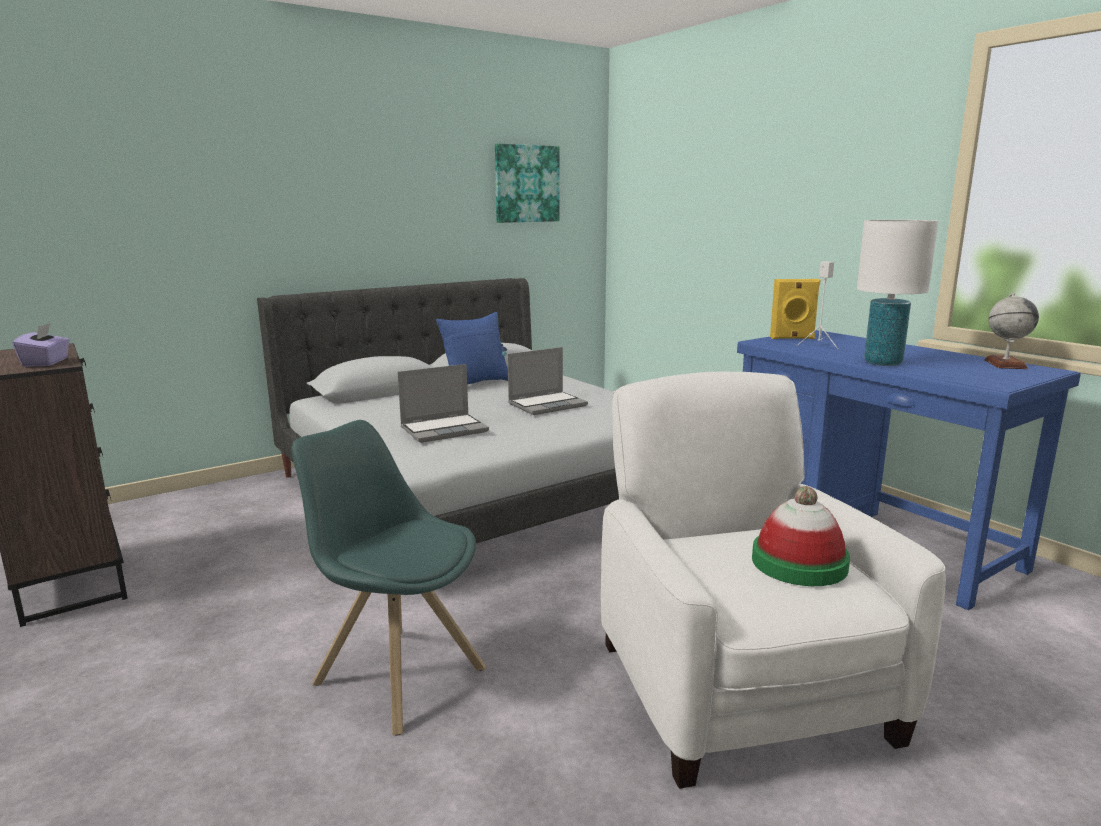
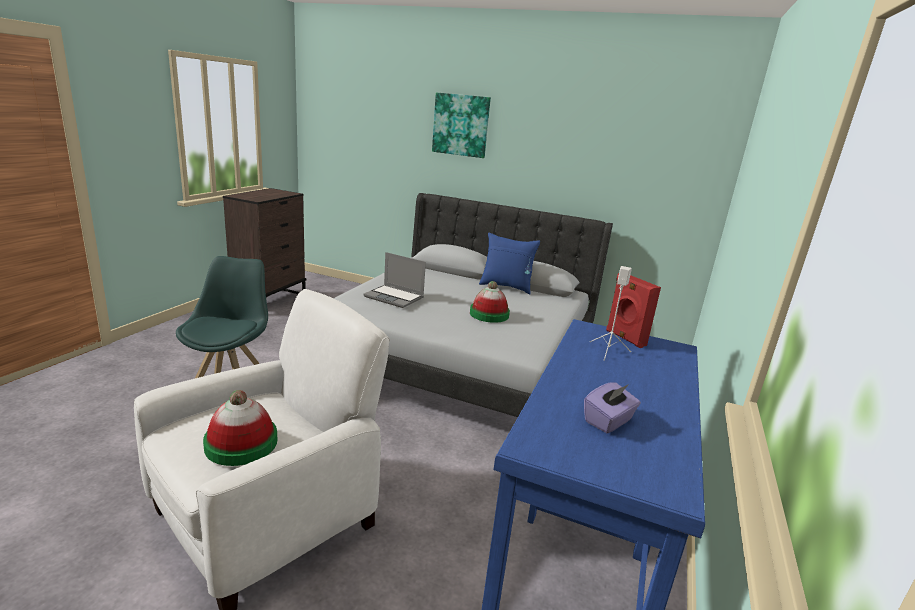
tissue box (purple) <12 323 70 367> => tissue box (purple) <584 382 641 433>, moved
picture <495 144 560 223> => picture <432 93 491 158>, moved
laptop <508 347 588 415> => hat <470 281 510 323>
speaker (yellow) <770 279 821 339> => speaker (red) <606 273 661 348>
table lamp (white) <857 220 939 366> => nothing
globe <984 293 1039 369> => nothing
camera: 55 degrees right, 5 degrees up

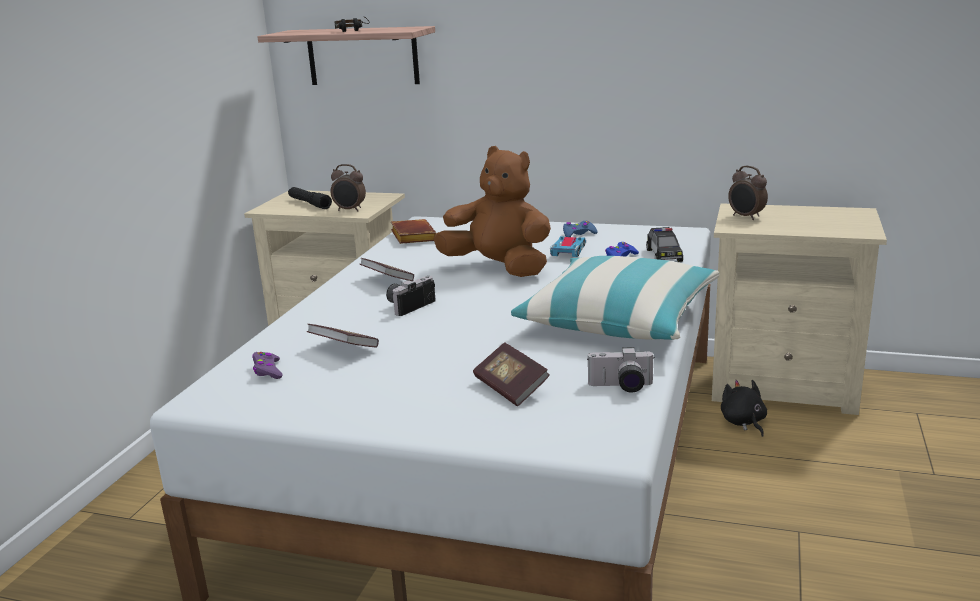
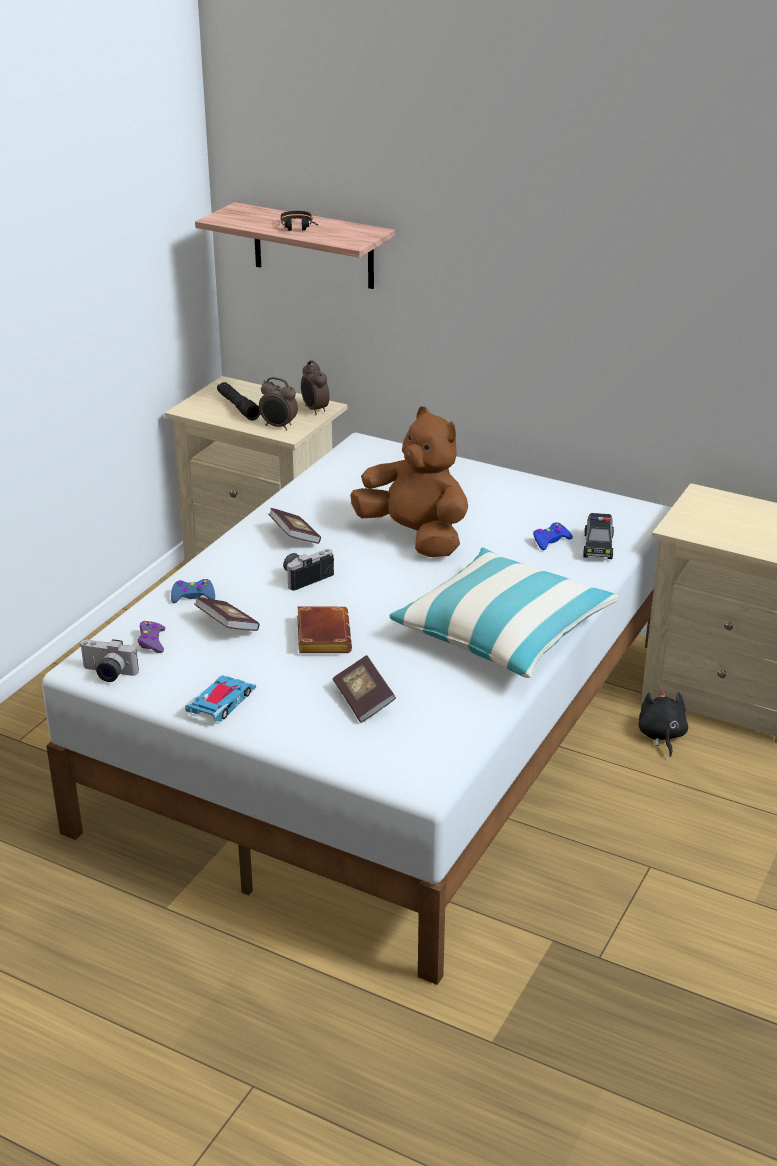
book (brown) <391 219 436 244> => book (brown) <297 606 352 653>, moved
toy car <550 236 586 257> => toy car <185 676 256 722>, moved
game controller (blue) <563 221 598 237> => game controller (blue) <171 579 215 603>, moved
photo camera <587 347 654 393> => photo camera <79 639 139 682>, moved
alarm clock <728 166 768 220> => alarm clock <301 360 329 415>, moved
camera: 10 degrees right, 10 degrees up

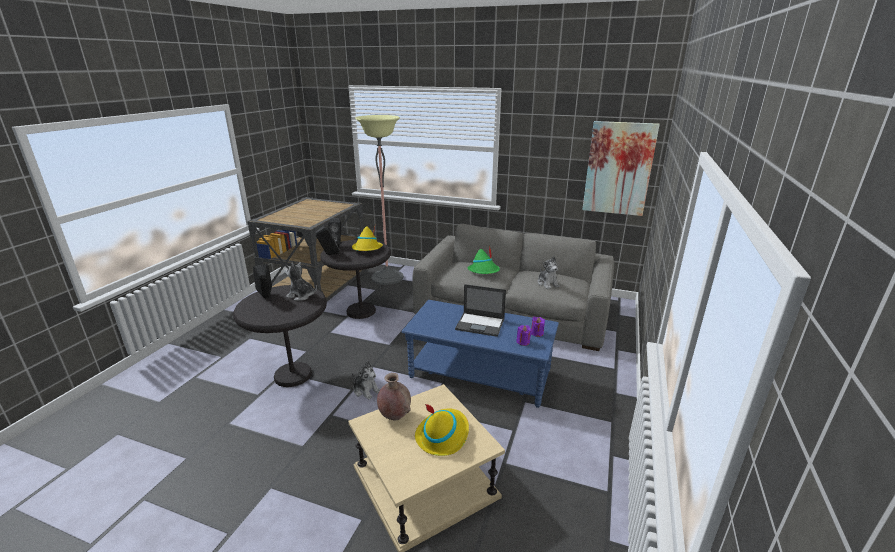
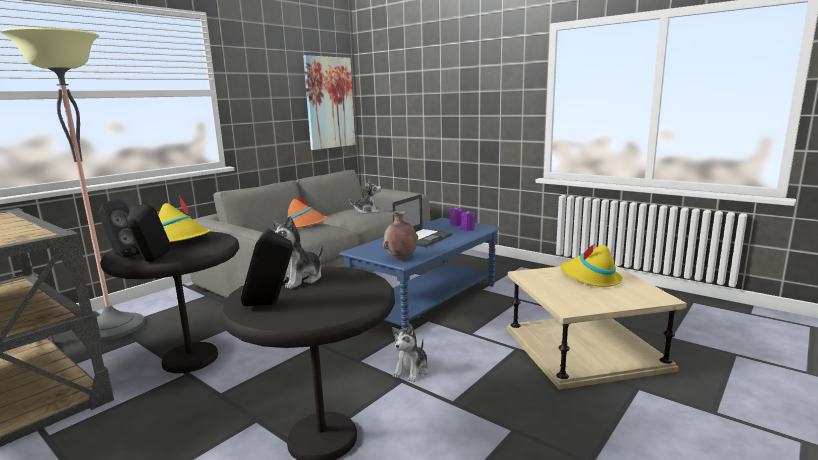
plush toy <352 361 380 400> => plush toy <392 324 429 382>, 150 degrees clockwise
vase (brown) <377 373 411 421> => vase (brown) <383 211 418 260>, moved
hat (green) <468 245 500 274> => hat (orange) <284 194 327 228>
camera: 70 degrees left, 10 degrees down

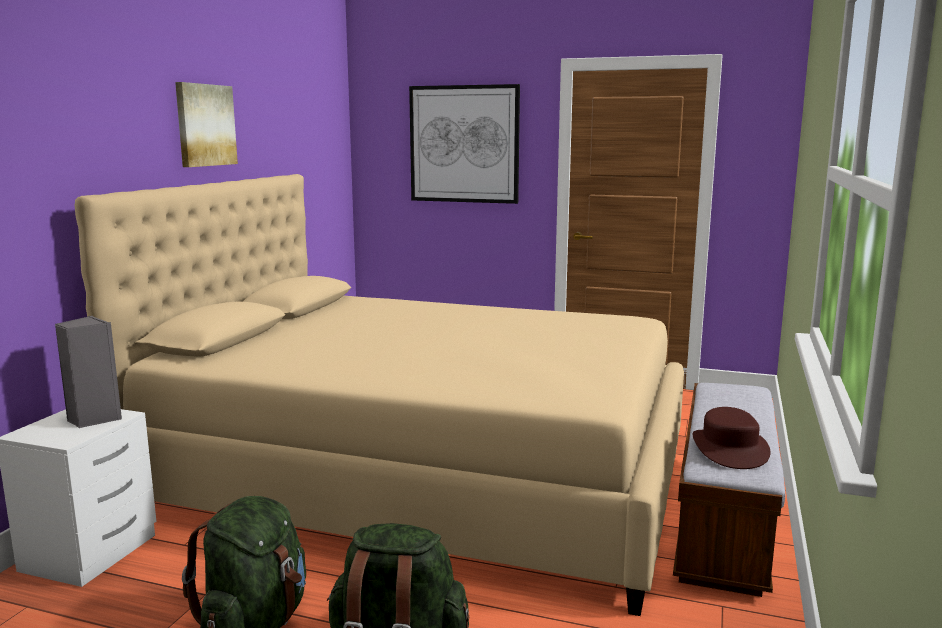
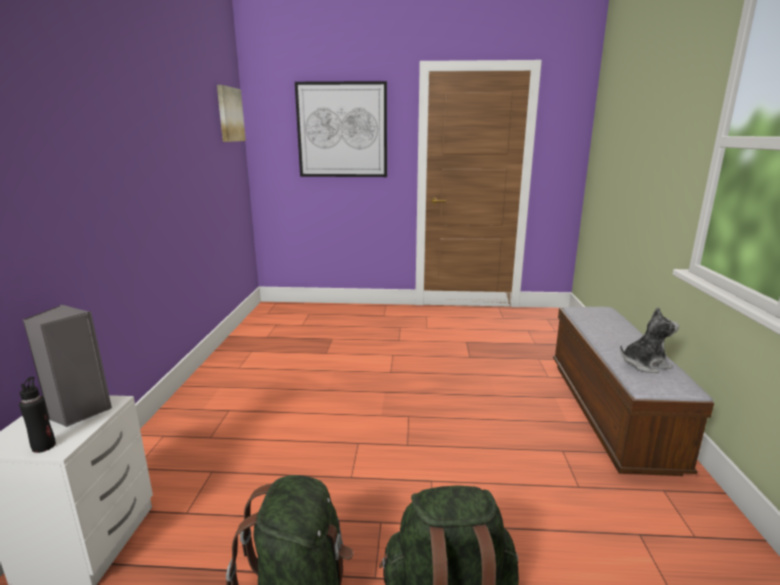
bed (beige) <75 174 684 616> => nothing
picture <175 82 238 167> => picture <217 85 246 142>, moved
hat (brown) <692 407 771 469> => plush toy <620 307 679 373>
nothing => bottle (black) <19 377 56 453>
camera: 15 degrees left, 5 degrees up

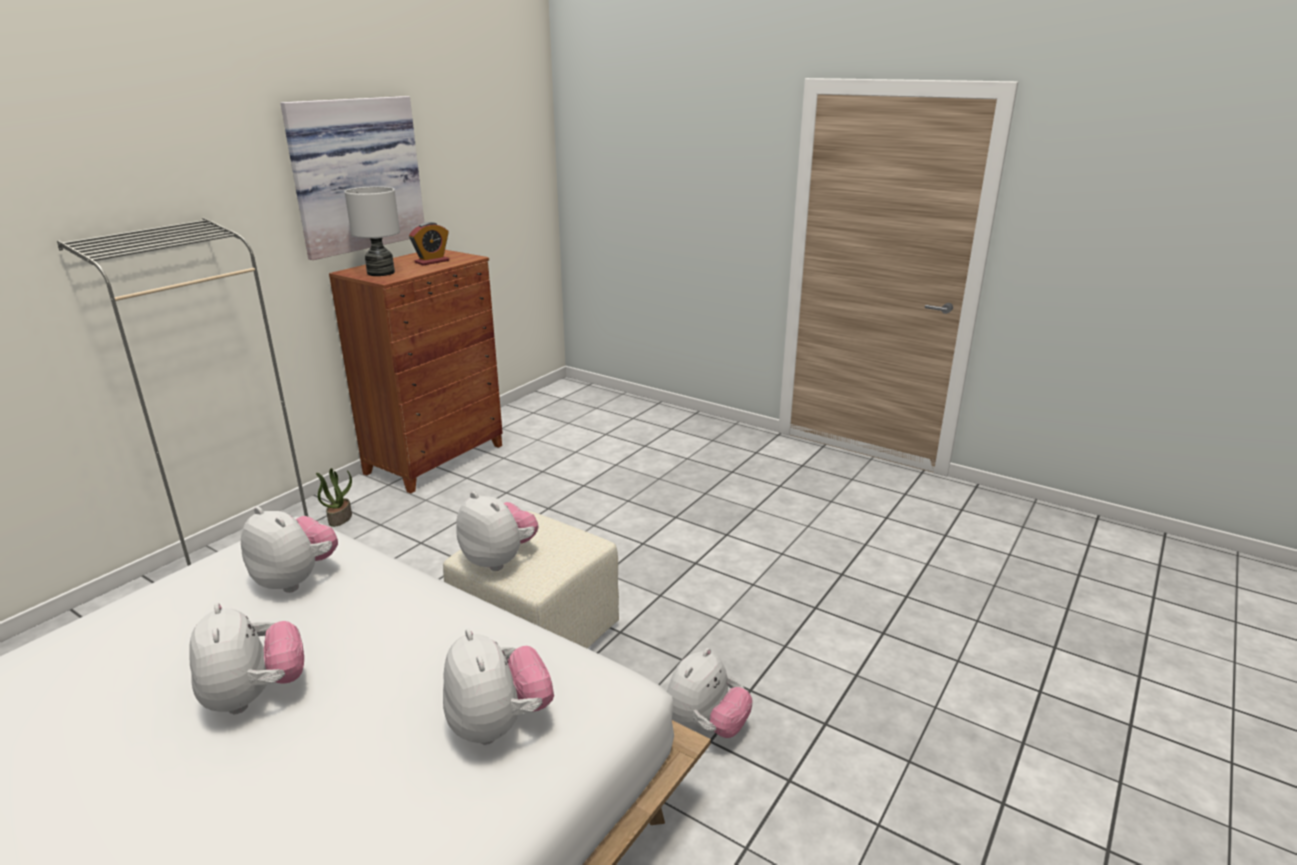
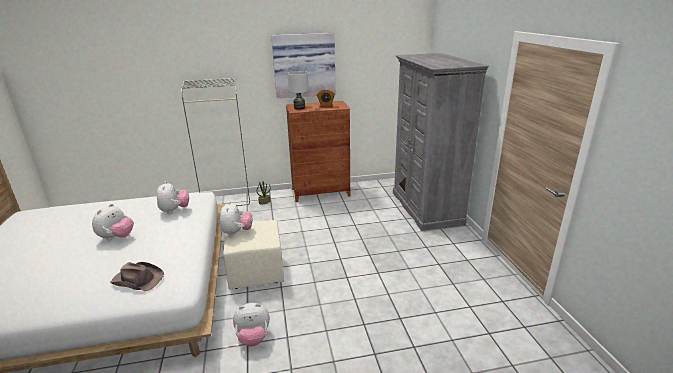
plush toy <443 629 554 745> => hat (brown) <110 262 164 291>
nothing => wardrobe (grey) <393 53 489 231>
camera: 45 degrees right, 0 degrees up

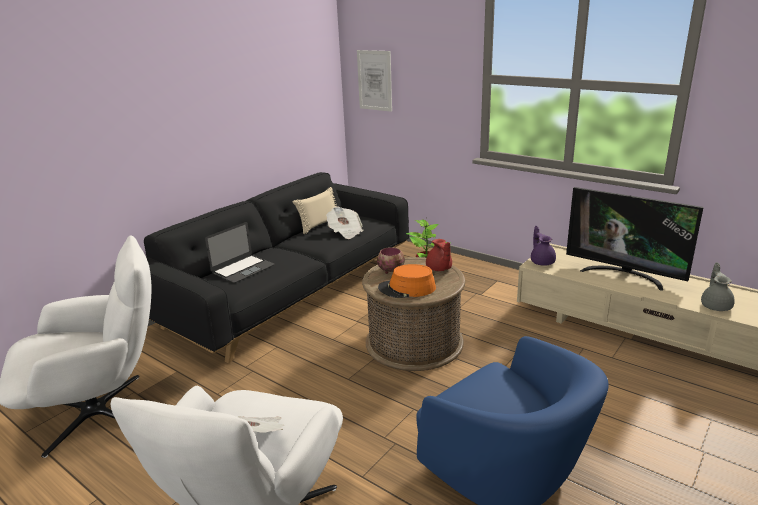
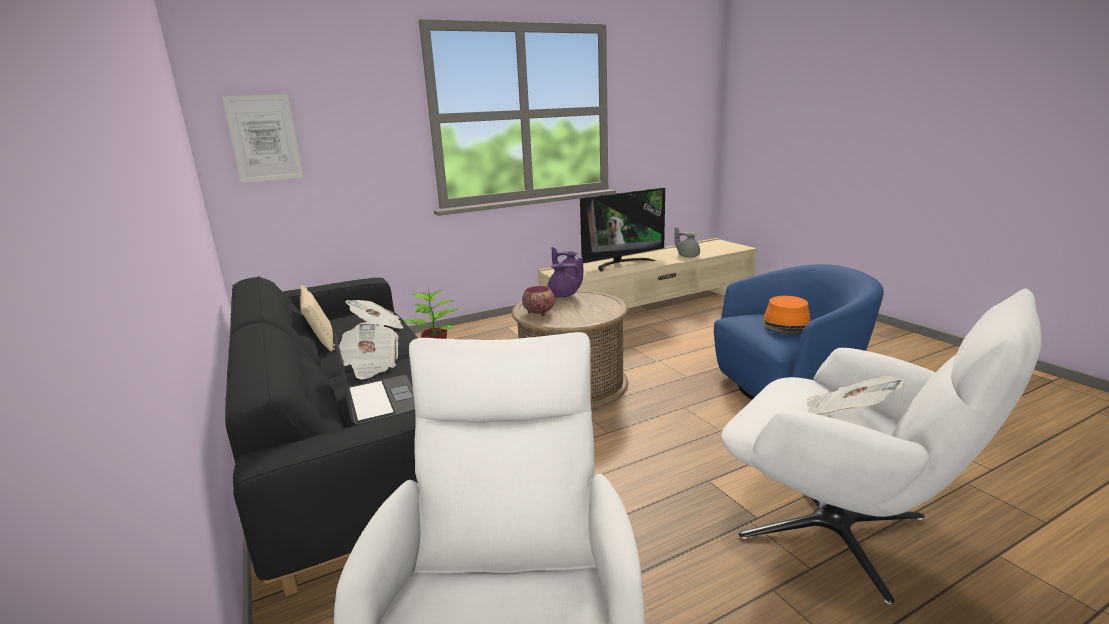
hat (orange) <378 264 436 298> => hat (orange) <763 296 810 334>, moved
teapot (red) <426 239 452 271> => teapot (purple) <547 257 583 297>
nothing => newspaper <339 322 399 379>
camera: 65 degrees left, 5 degrees down

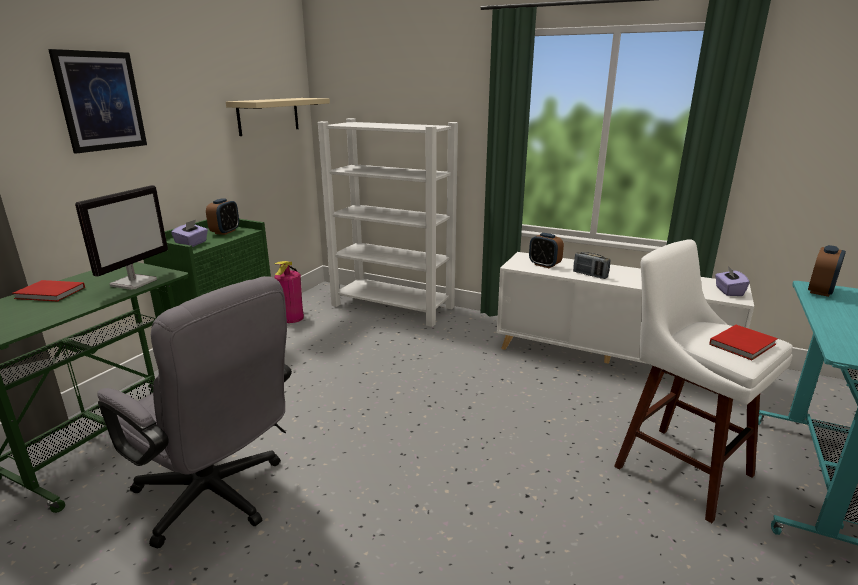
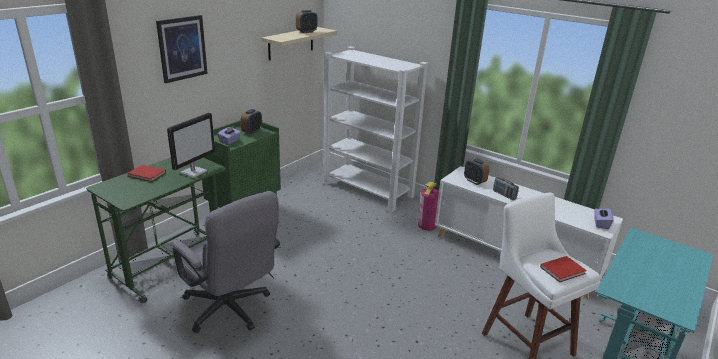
fire extinguisher <274 261 304 323> => fire extinguisher <418 182 439 230>, moved
alarm clock <808 245 846 297> => alarm clock <296 10 318 33>, moved
camera: 10 degrees right, 5 degrees up

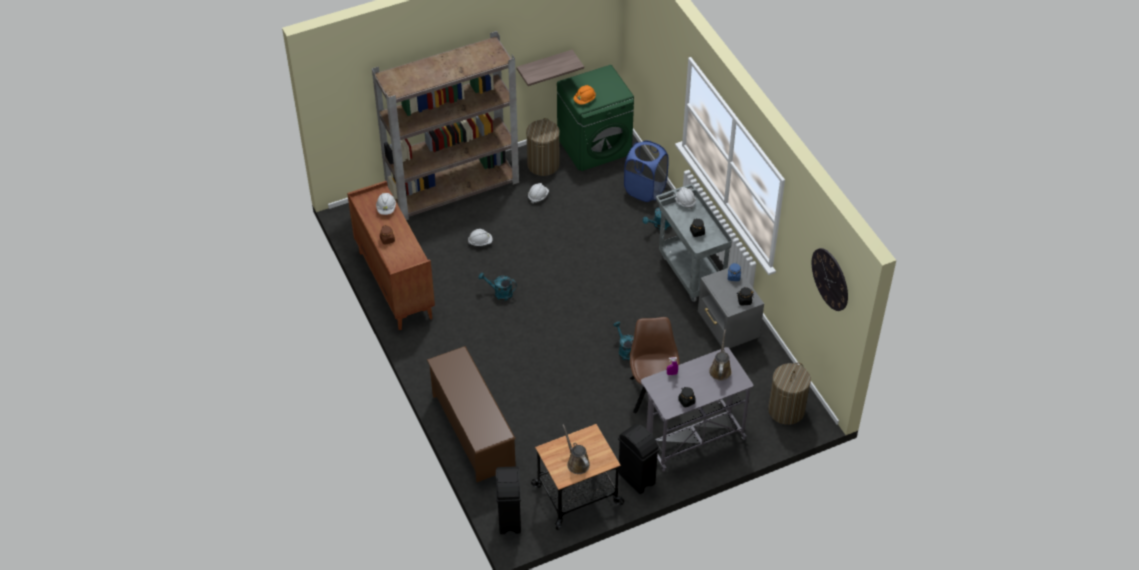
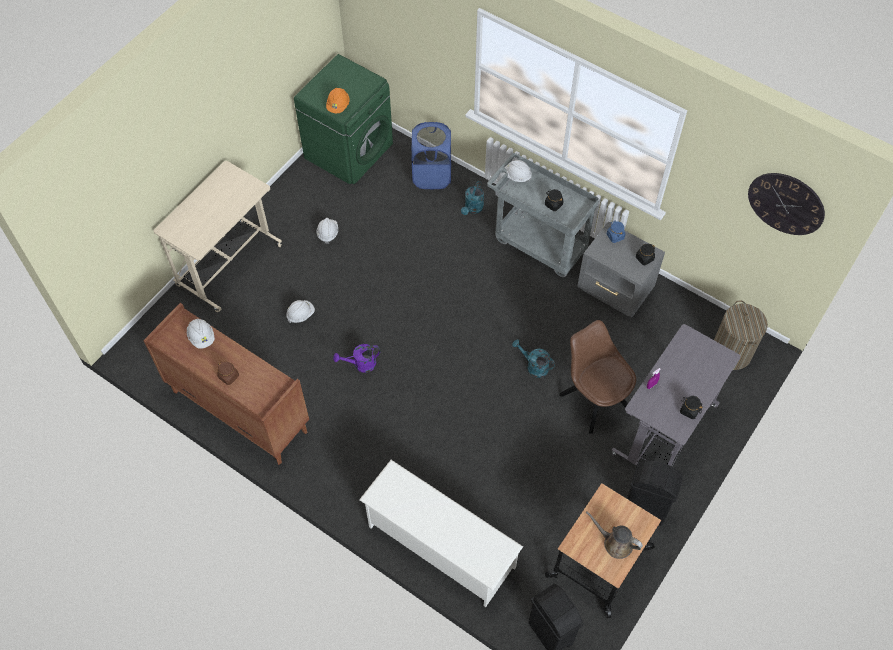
bookcase (brown) <372 31 519 220> => desk (beige) <154 161 282 312>
shoe rack (brown) <427 346 516 482> => shoe rack (white) <359 460 523 607>
watering can (turquoise) <478 272 517 301> => watering can (purple) <333 344 380 373>
shelf <517 50 584 86> => nothing
laundry basket <526 118 560 176> => nothing
watering can (brown) <709 329 731 380> => nothing
camera: 30 degrees left, 10 degrees up

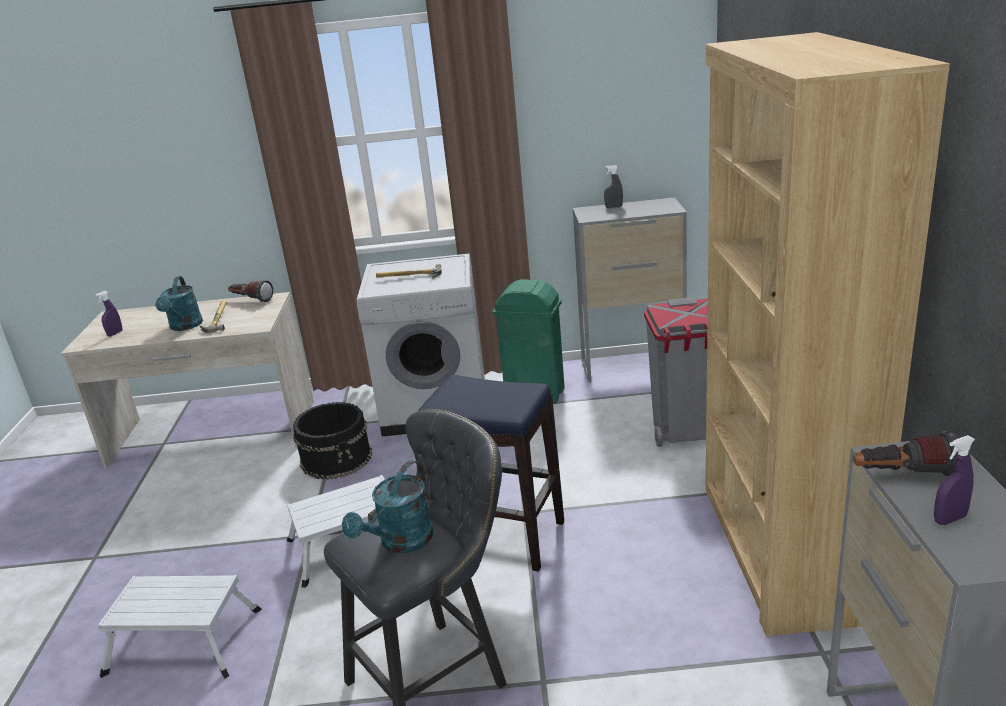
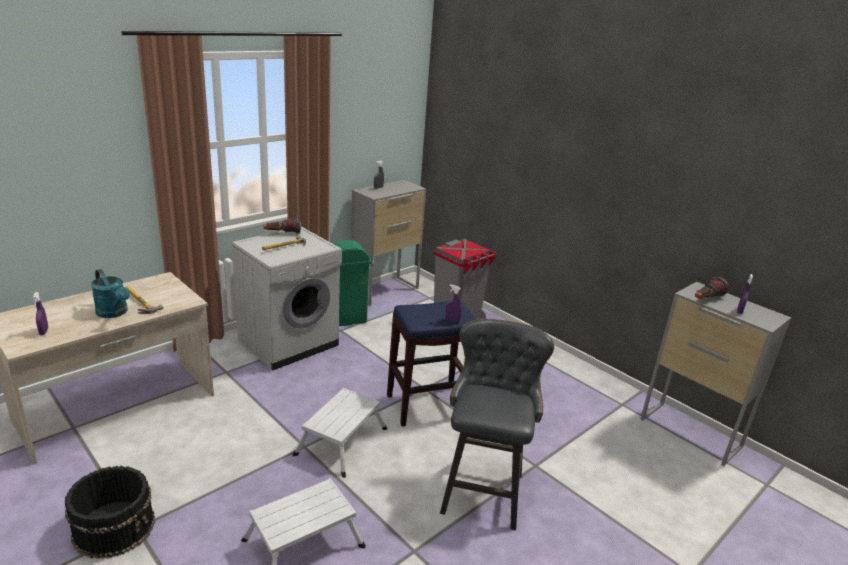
flashlight <228 280 273 302> => flashlight <263 217 301 234>, moved
bucket (black) <293 402 372 480> => bucket (black) <65 466 155 559>, moved
watering can (turquoise) <342 460 434 553> => nothing
bookcase (brown) <705 32 950 637> => nothing
nothing => spray bottle (purple) <445 284 462 322>
camera: 45 degrees left, 0 degrees up

